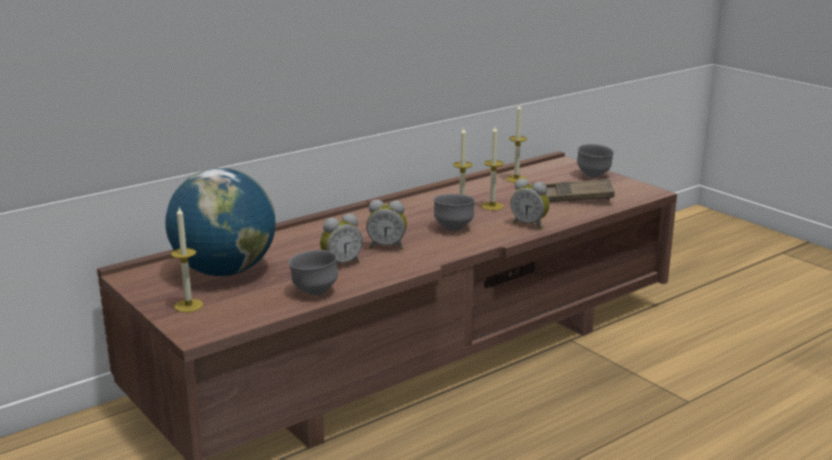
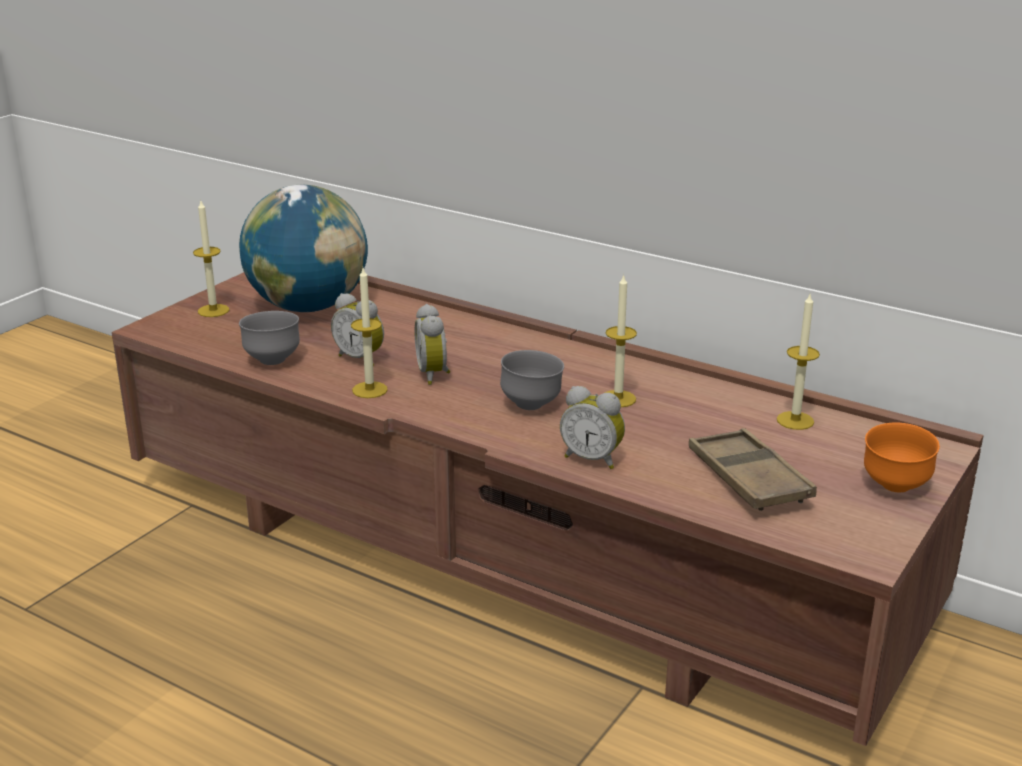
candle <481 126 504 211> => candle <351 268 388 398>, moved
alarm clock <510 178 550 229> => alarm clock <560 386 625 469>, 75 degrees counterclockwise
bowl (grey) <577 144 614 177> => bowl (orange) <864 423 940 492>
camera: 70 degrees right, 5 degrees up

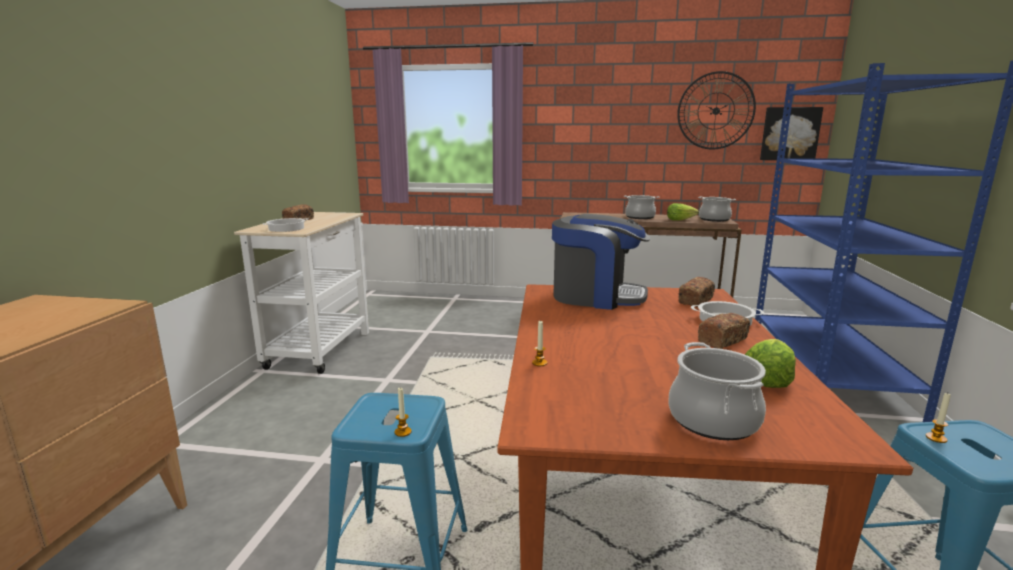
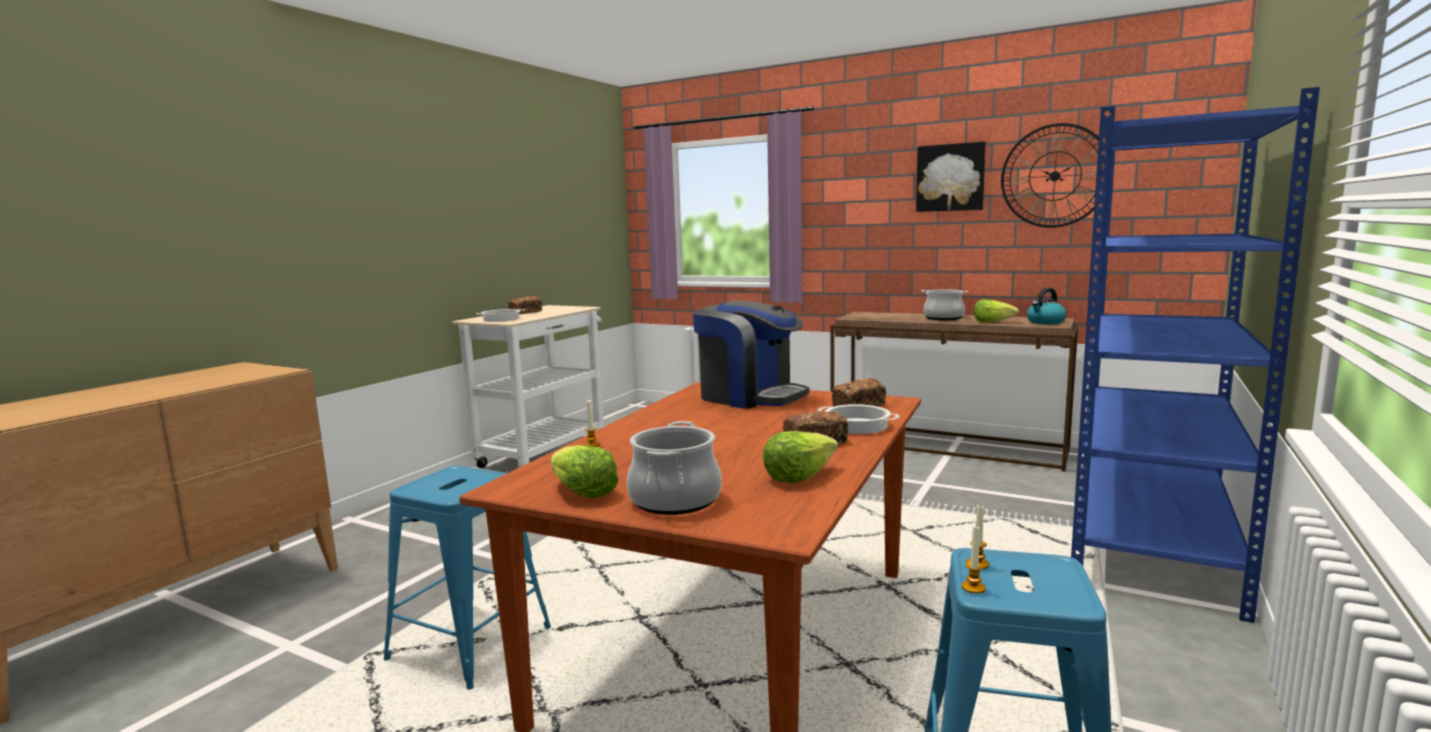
candle <394 387 412 437> => candle <962 525 986 593>, moved
cooking pot <698 196 736 222> => kettle <1027 288 1066 324>
picture <760 107 823 160> => picture <916 141 986 212>, moved
nothing => lettuce <551 445 618 498>
camera: 20 degrees right, 5 degrees down

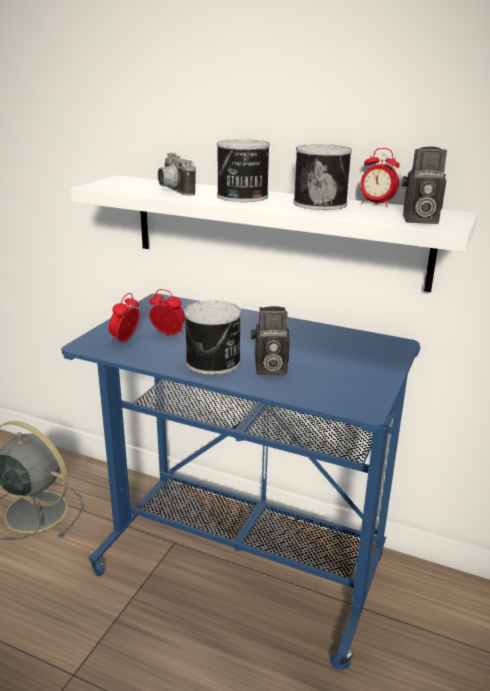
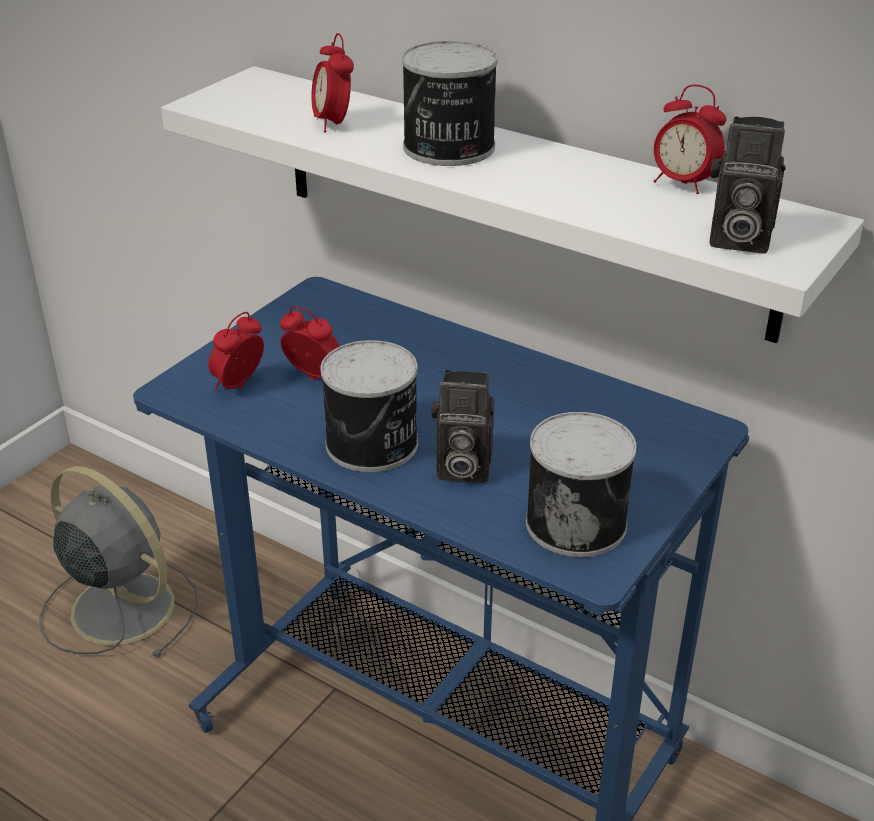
photo camera <157 153 196 196> => alarm clock <311 33 354 133>
can <293 144 352 210> => can <526 412 637 557>, moved
camera: 10 degrees right, 10 degrees up

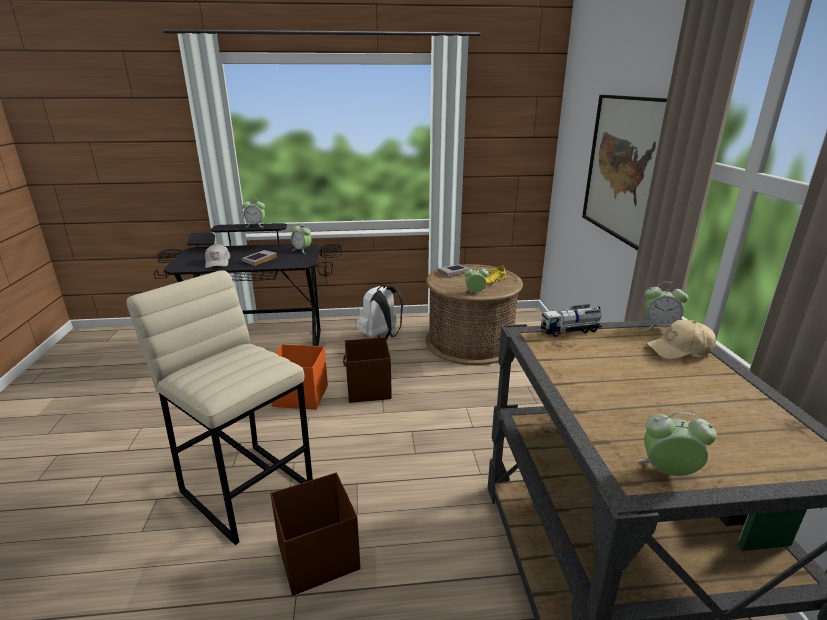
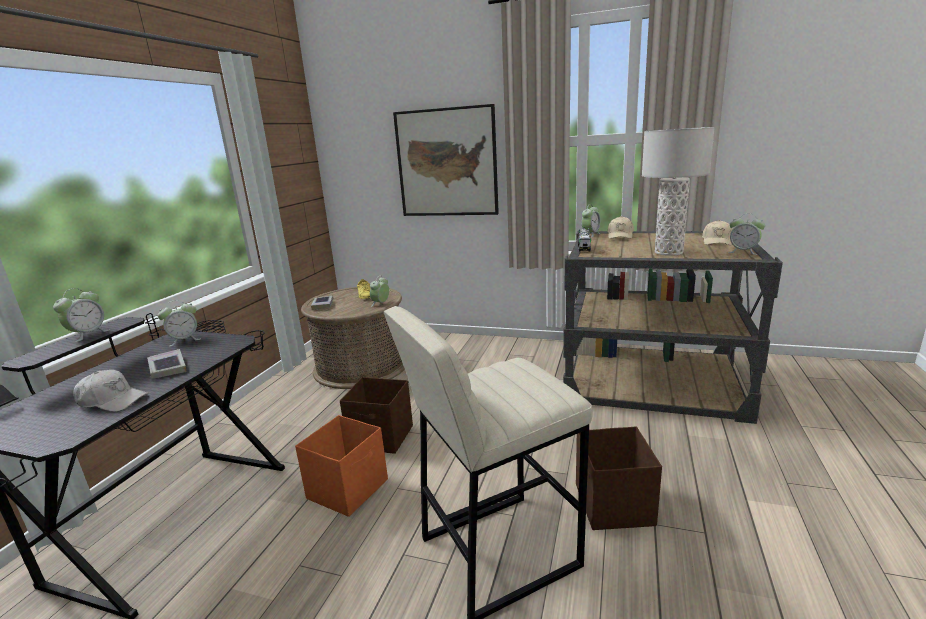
backpack (white) <359 285 403 340> => nothing
alarm clock <638 412 717 476> => alarm clock <728 214 765 255>, 90 degrees counterclockwise
nothing => table lamp (white) <642 127 715 256>
nothing => cap (beige) <702 220 733 245>
camera: 65 degrees left, 5 degrees down

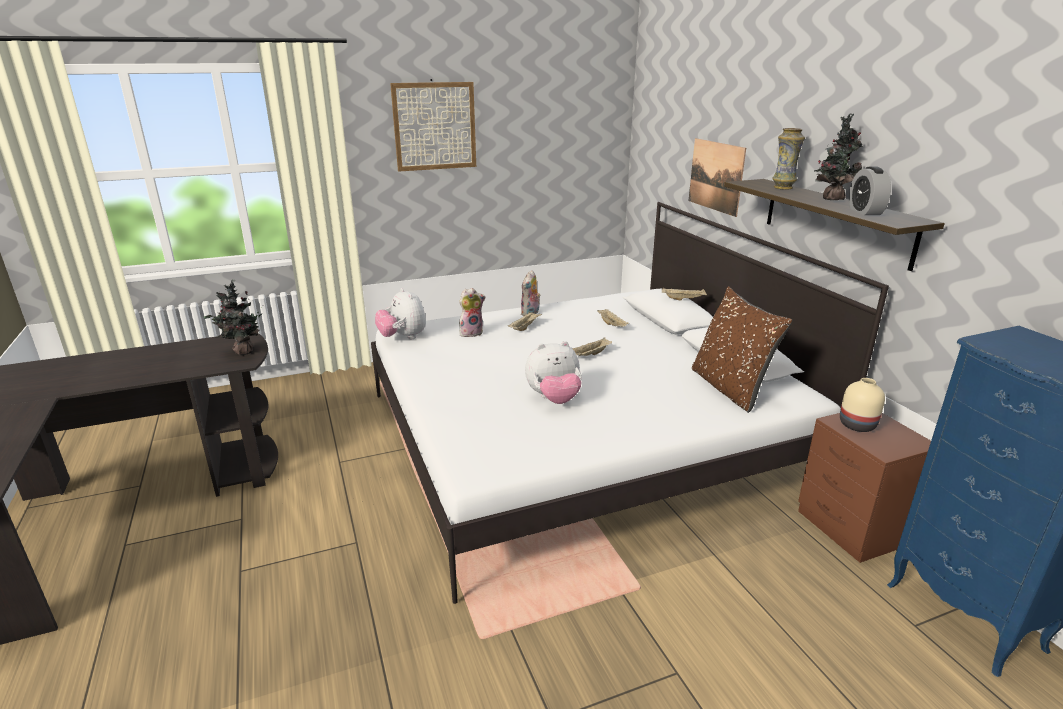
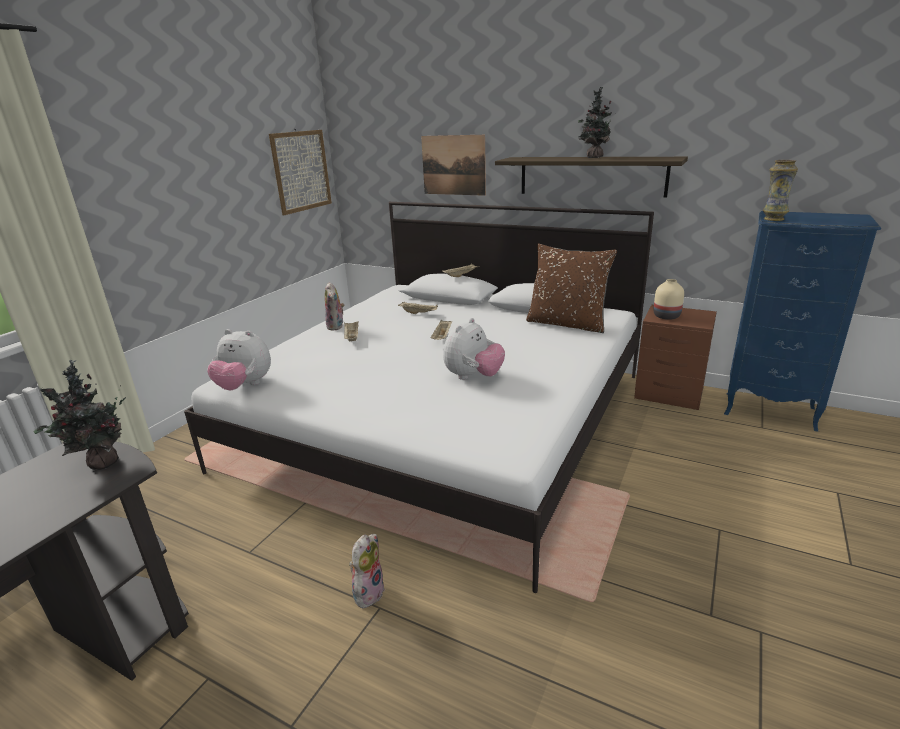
picture <390 79 476 172> => picture <269 129 332 215>, moved
plush toy <459 288 486 337> => plush toy <349 534 385 609>, moved
vase <772 128 805 190> => vase <763 160 798 221>, moved
alarm clock <849 166 891 215> => nothing
camera: 40 degrees left, 0 degrees up

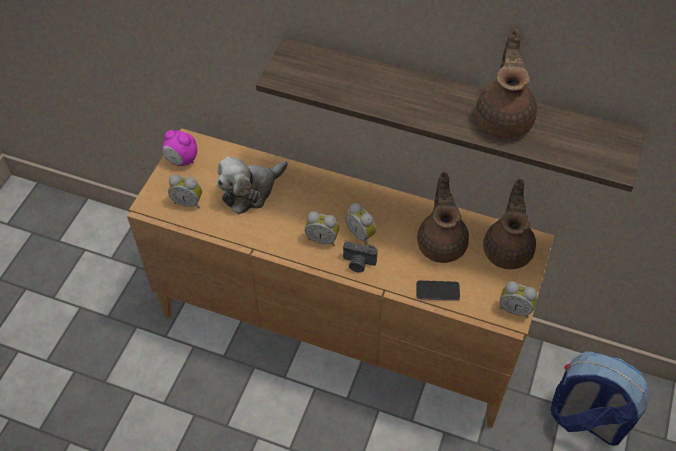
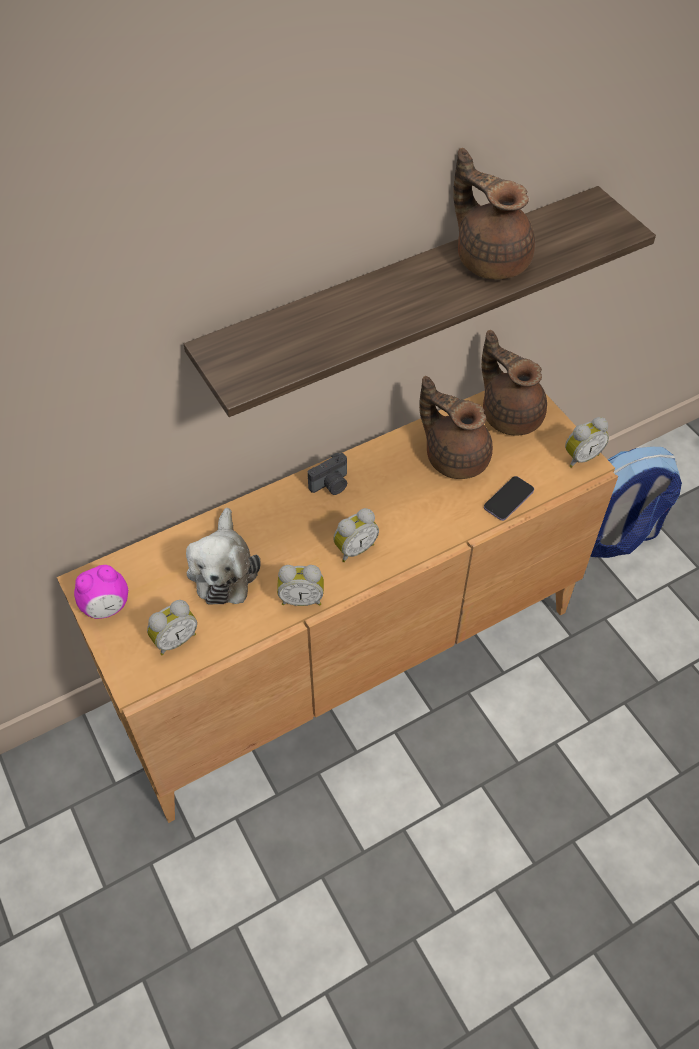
photo camera <343 242 378 272> => photo camera <308 453 347 495>, moved
alarm clock <345 203 376 246> => alarm clock <277 565 324 606>, moved
camera: 50 degrees left, 0 degrees up

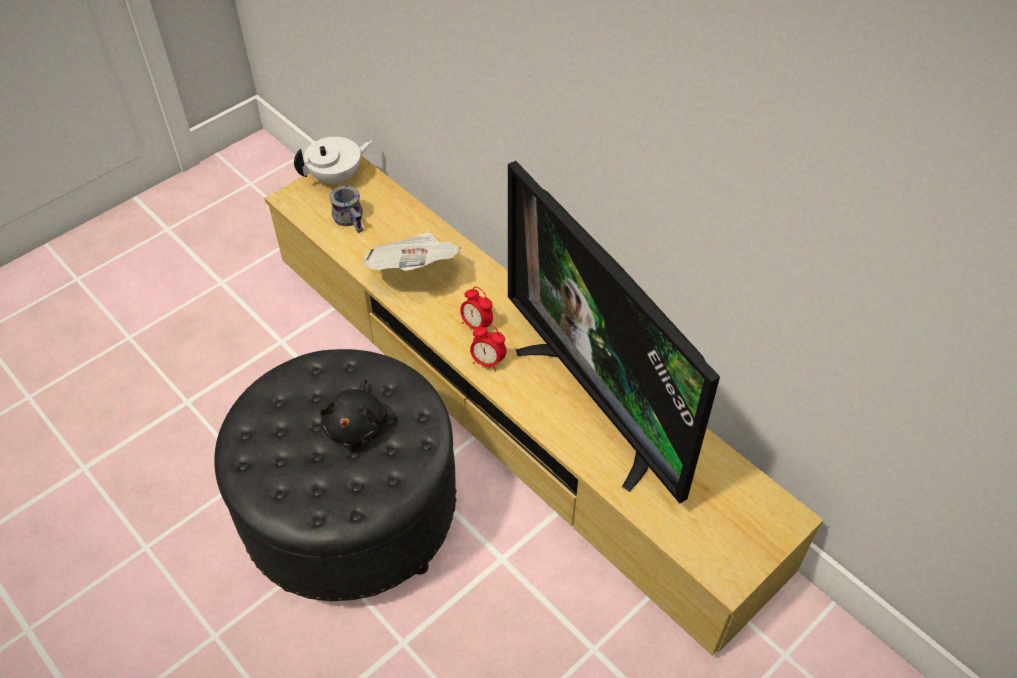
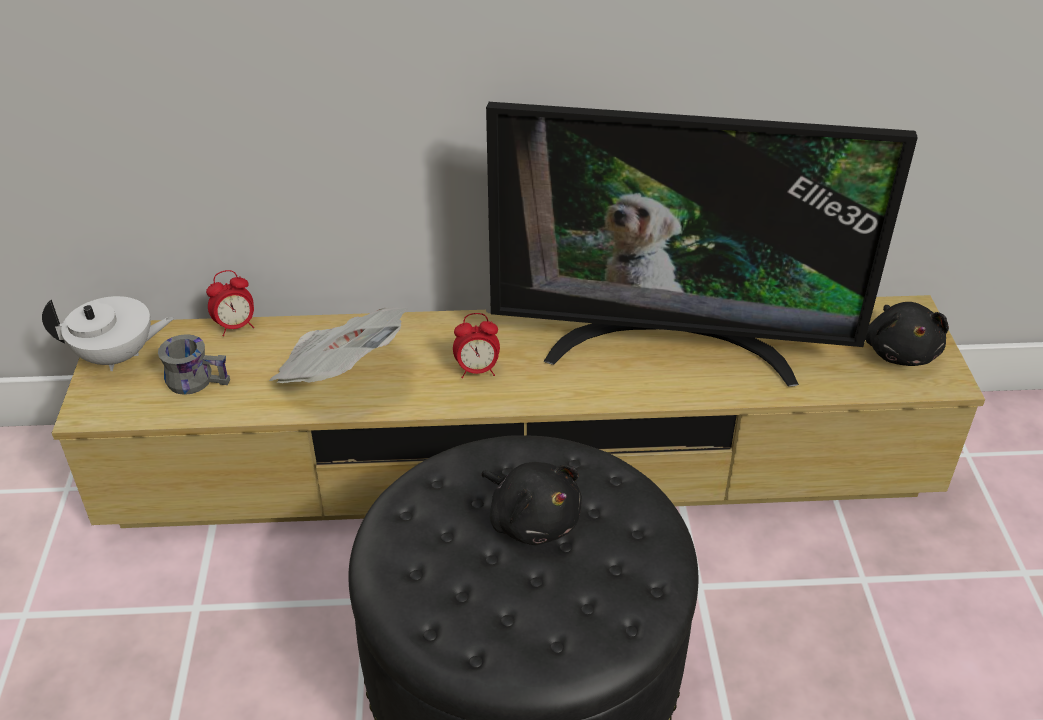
teapot (white) <294 137 372 186> => teapot (white) <42 296 174 371>, 75 degrees clockwise
alarm clock <470 324 506 372> => alarm clock <206 270 254 336>, moved
nothing => plush toy (black) <865 302 949 366>
camera: 50 degrees left, 10 degrees down

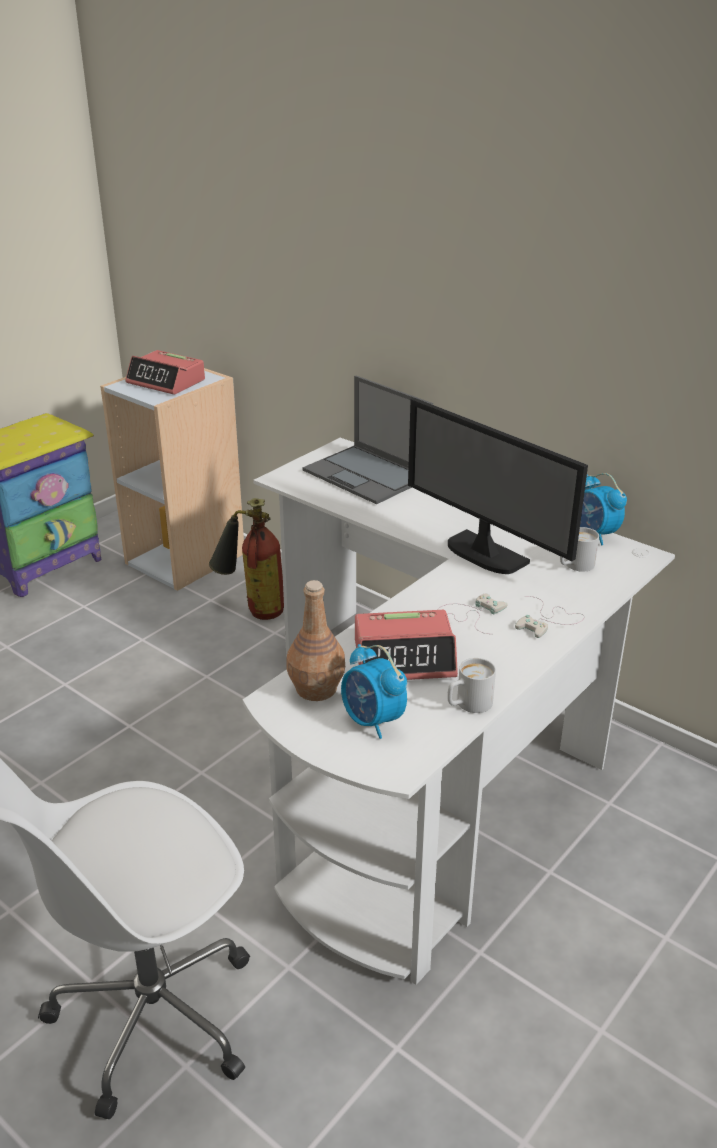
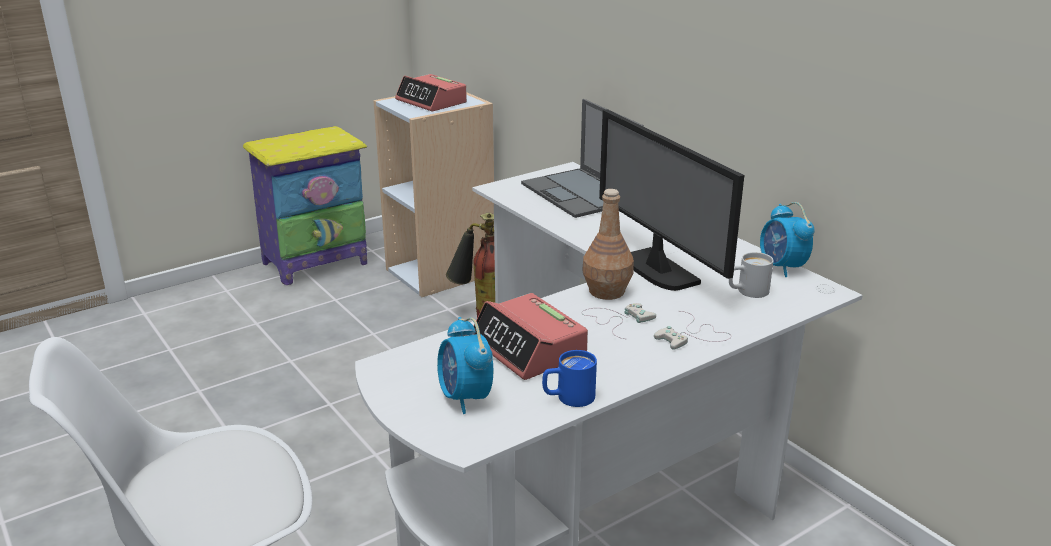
bottle (brown) <286 580 345 701> => bottle (brown) <583 189 634 300>, moved
alarm clock <355 610 458 680> => alarm clock <472 293 588 380>, 45 degrees clockwise
mug (white) <447 658 496 713> => mug (blue) <542 350 597 407>
camera: 15 degrees right, 5 degrees down

